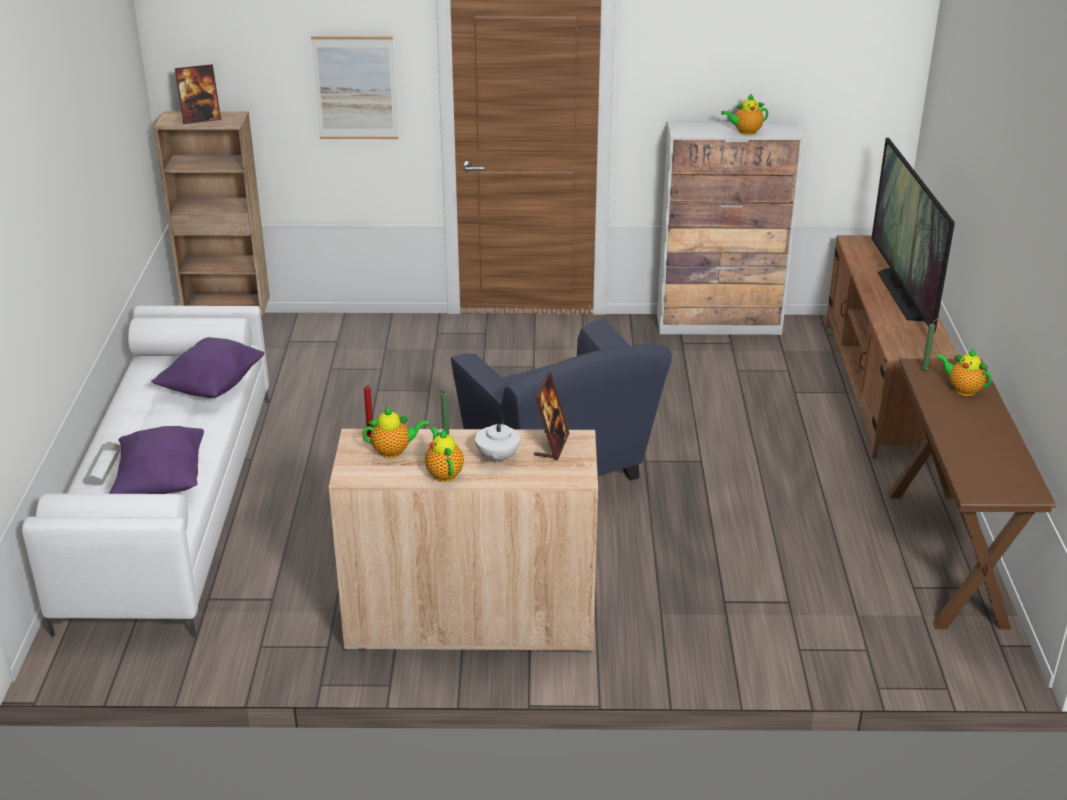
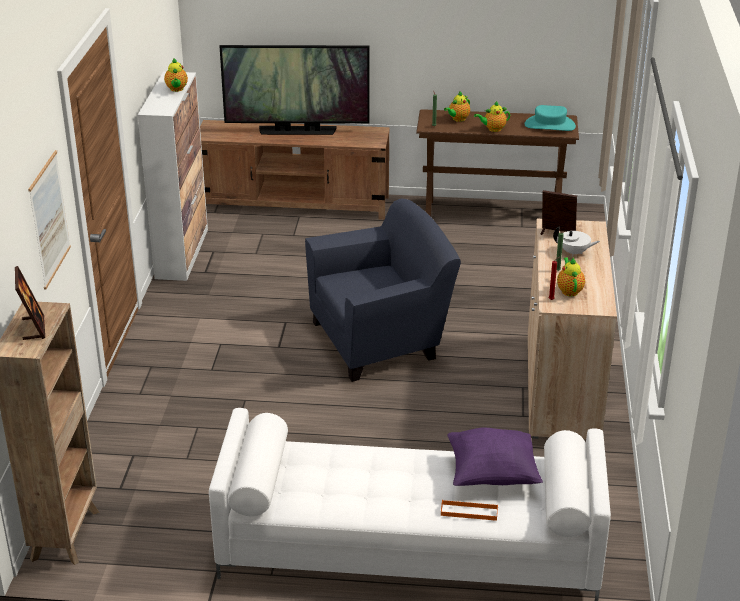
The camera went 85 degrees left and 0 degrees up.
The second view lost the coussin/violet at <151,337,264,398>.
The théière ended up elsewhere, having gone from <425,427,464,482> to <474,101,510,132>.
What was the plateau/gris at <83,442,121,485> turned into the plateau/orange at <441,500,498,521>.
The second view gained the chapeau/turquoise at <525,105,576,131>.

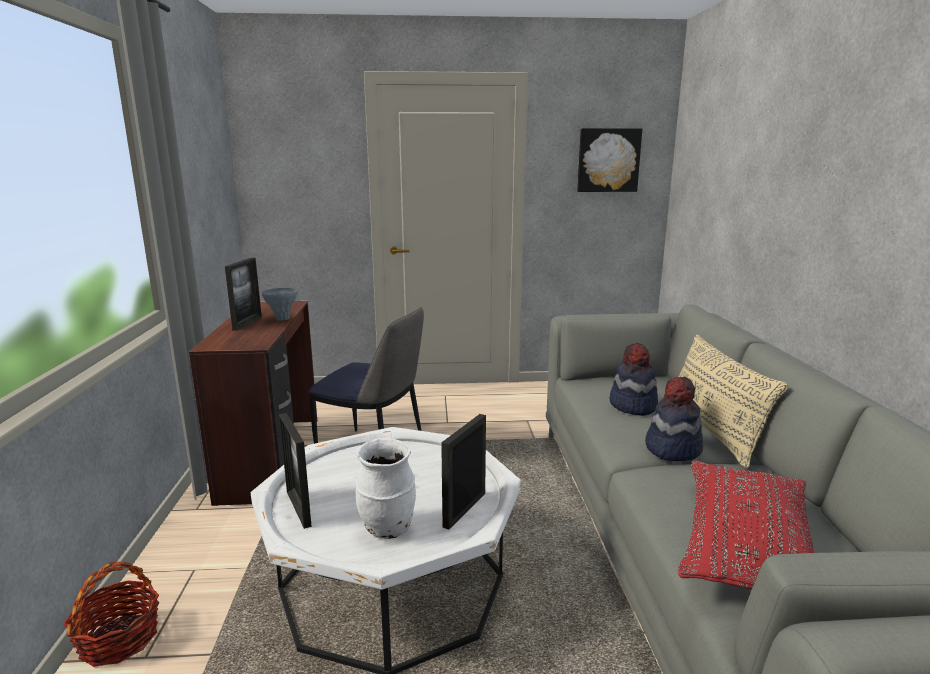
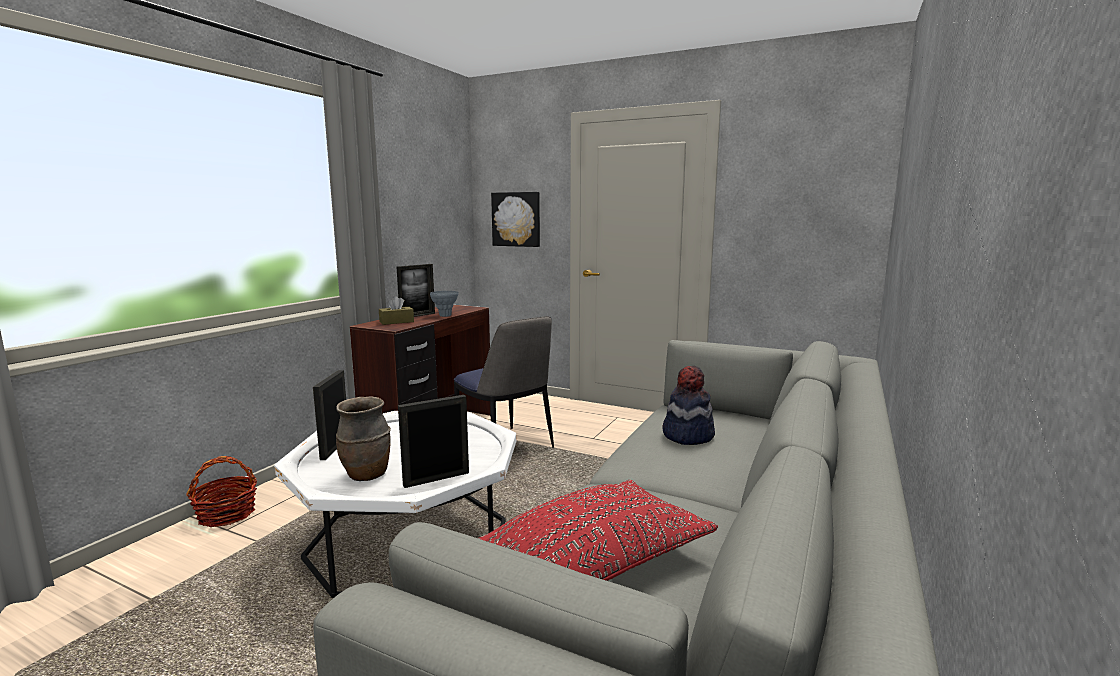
The camera went 30 degrees right and 5 degrees down.
The tableau ended up elsewhere, having gone from <577,128,642,192> to <491,192,540,247>.
The second view lost the coussin/beige at <679,334,788,468>.
The second view lost the chapeau at <645,377,703,461>.
What was the vase/blanc at <356,438,416,539> turned into the vase/marron at <336,396,391,481>.
The second view gained the boîte à mouchoirs/marron at <379,296,414,325>.

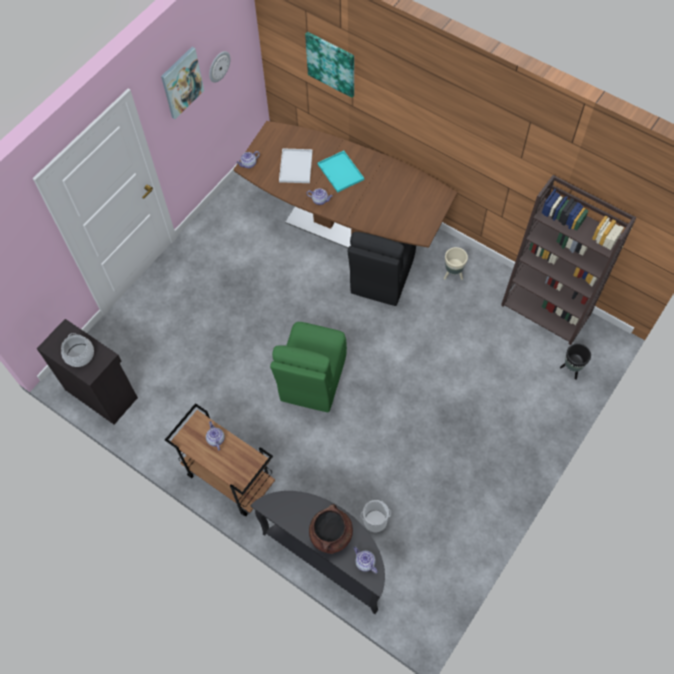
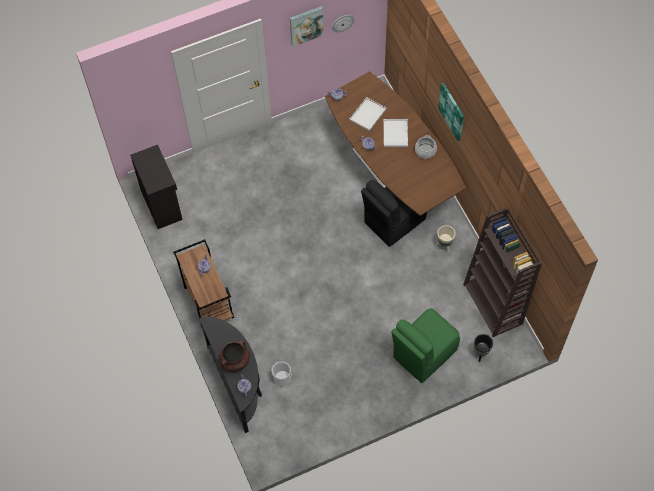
The camera went 30 degrees right and 0 degrees up.
The tableau ended up elsewhere, having gone from <305,32,354,98> to <438,83,464,141>.
What was the plateau/turquoise at <318,151,364,193> turned into the plateau/blanc at <384,119,408,147>.
The chaise/vert ended up elsewhere, having gone from <270,322,347,412> to <391,308,460,383>.
The marmite ended up elsewhere, having gone from <61,333,94,367> to <415,135,437,159>.

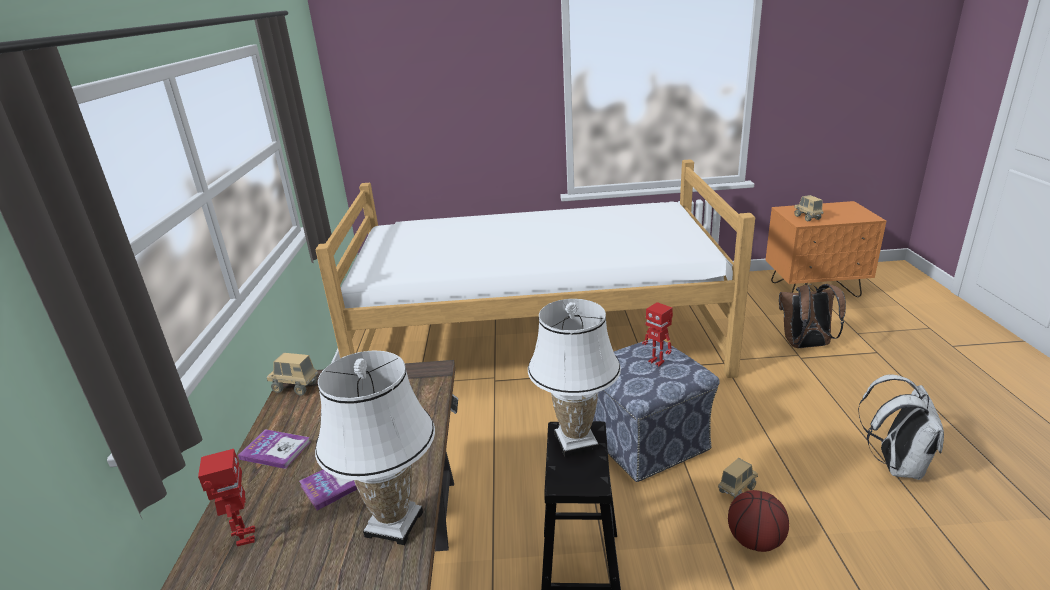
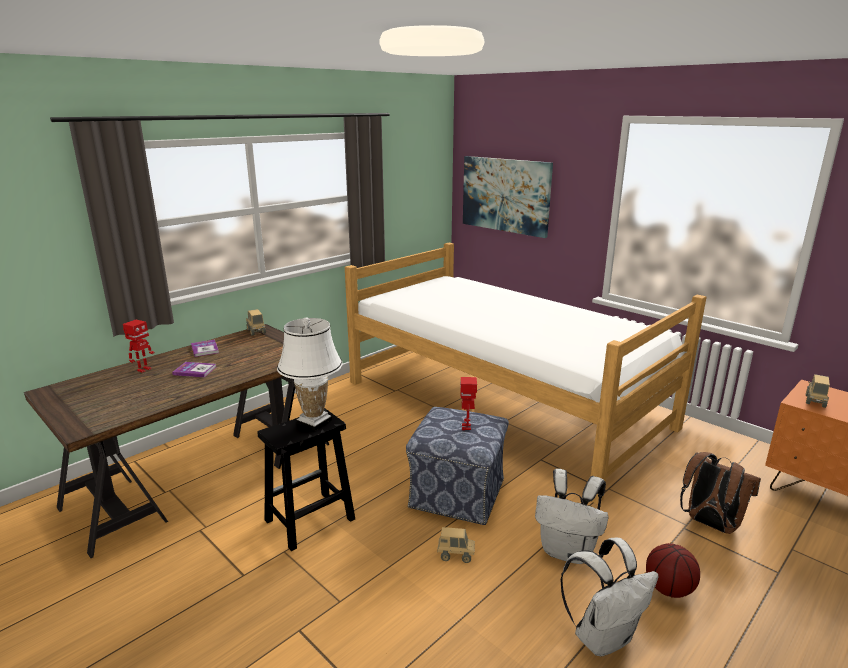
The camera went 45 degrees right and 5 degrees down.
The second view lost the lampe de table/blanc at <315,351,435,545>.
The ballon de basket ended up elsewhere, having gone from <728,490,789,552> to <646,543,700,598>.
The second view gained the tableau at <463,156,553,238>.
The second view gained the sac à dos/blanc at <535,469,609,564>.

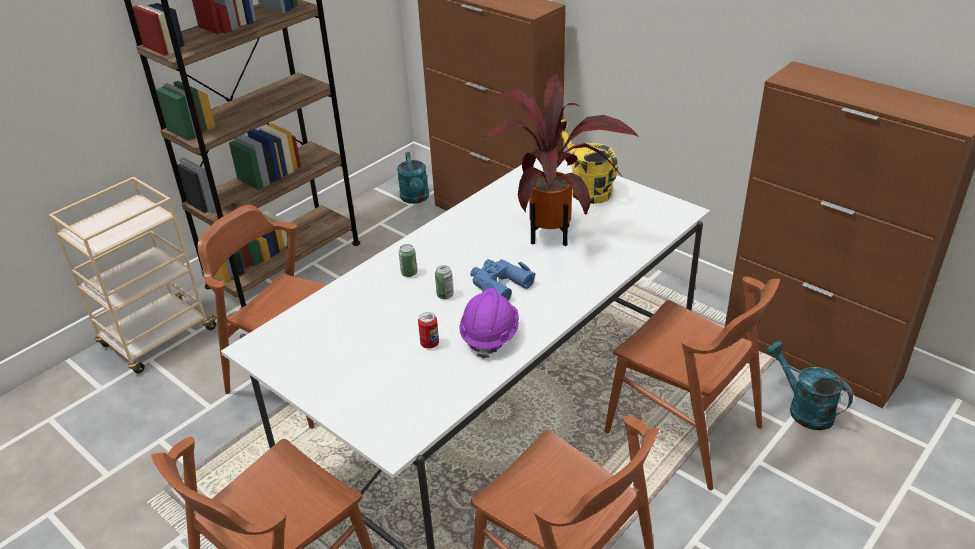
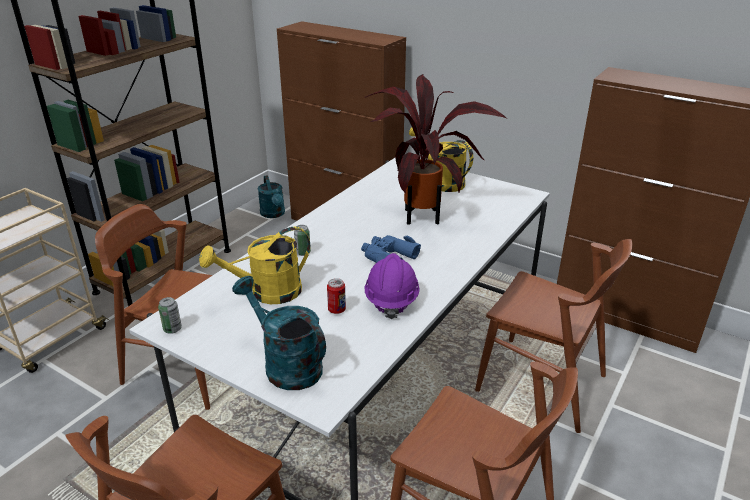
The camera went 10 degrees left and 5 degrees down.
The boîte métallique ended up elsewhere, having gone from <435,265,454,299> to <158,297,182,334>.
The arrosoir/turquoise ended up elsewhere, having gone from <766,341,853,430> to <232,276,326,390>.
The second view gained the arrosoir/jaune at <199,227,310,304>.

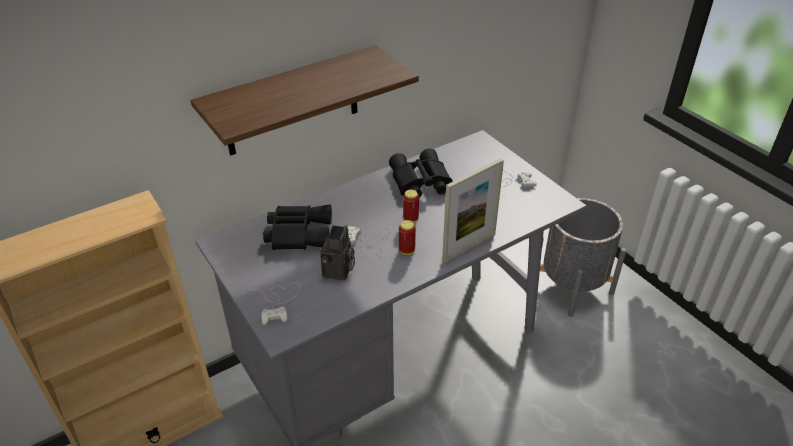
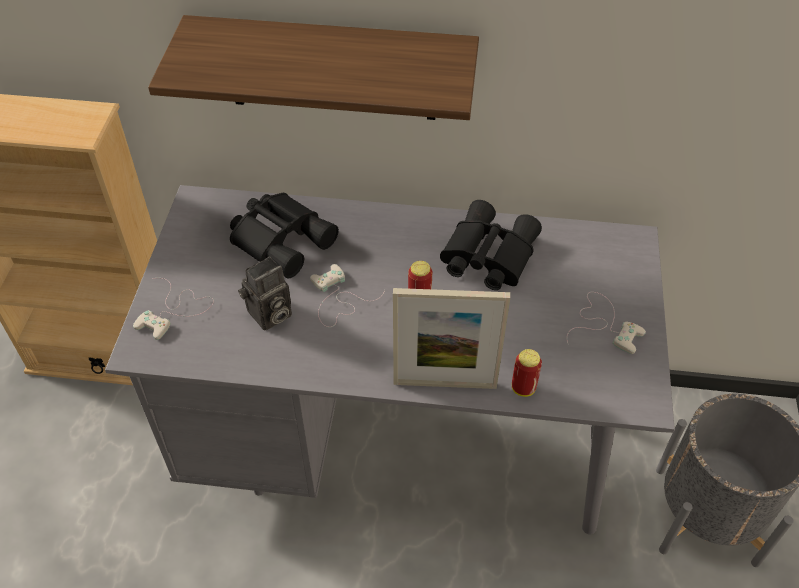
The camera went 40 degrees right and 10 degrees up.
The boîte métallique ended up elsewhere, having gone from <399,220,416,255> to <512,349,542,397>.

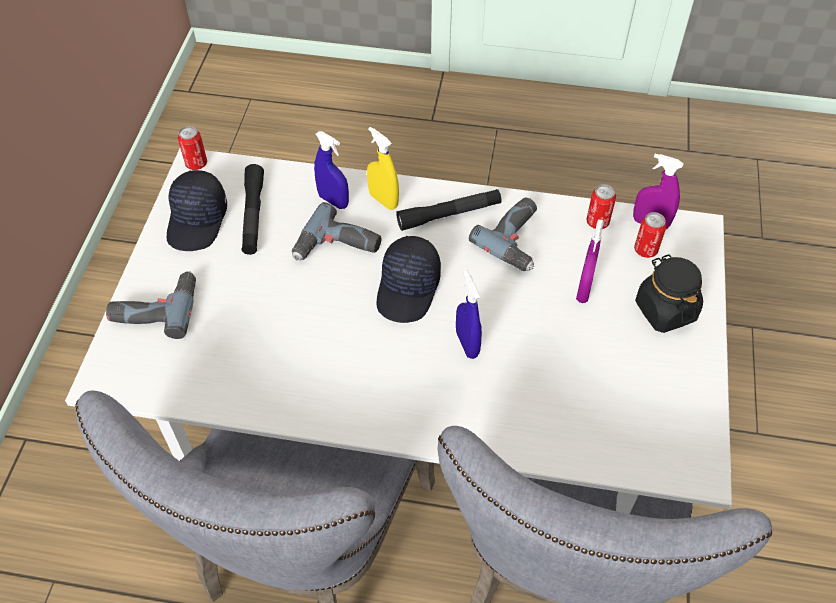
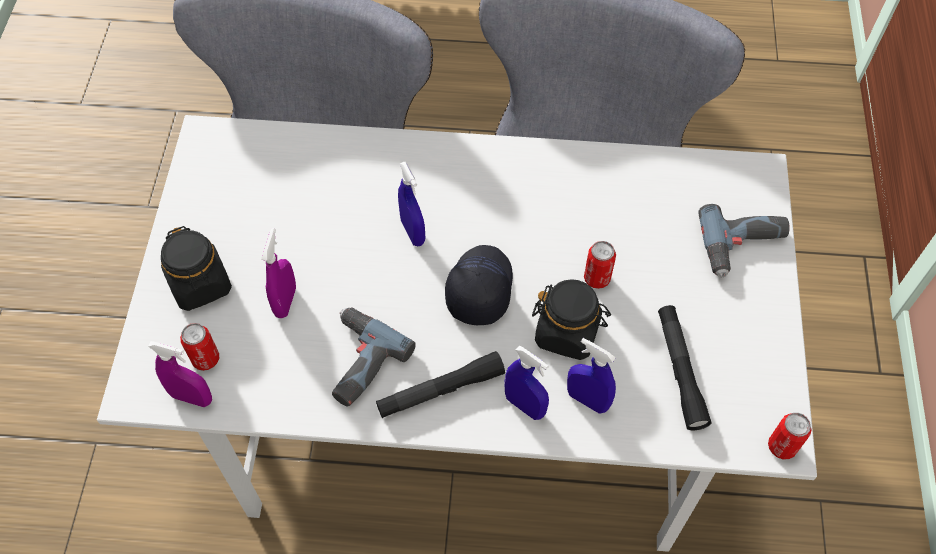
The camera went 175 degrees right and 5 degrees up.
What was the vaporisateur/jaune at <367,127,399,210> turned into the vaporisateur/bleu at <504,346,549,420>.
The second view lost the casquette/noir at <167,170,227,251>.
The boîte métallique ended up elsewhere, having gone from <586,184,616,229> to <584,241,616,289>.
Where the perceuse stood at <292,202,382,261>, the bocal/noir came to stand at <532,279,611,360>.

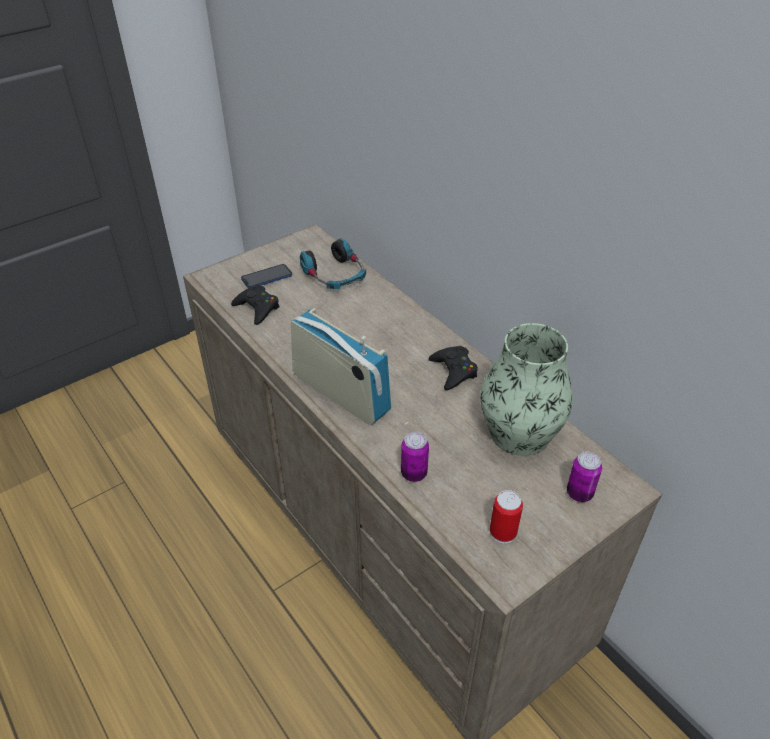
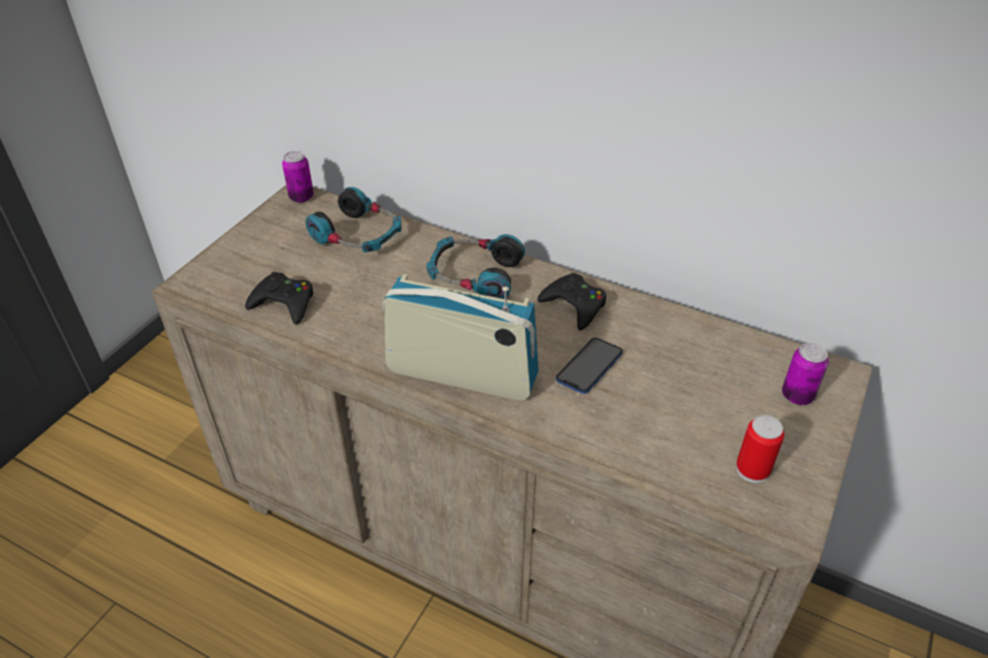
The camera went 25 degrees left and 0 degrees up.
The téléphone ended up elsewhere, having gone from <241,264,292,288> to <556,338,623,394>.
The second view lost the vase at <480,323,573,456>.
The boîte métallique ended up elsewhere, having gone from <401,432,429,482> to <282,151,314,203>.
The second view gained the casque audio at <426,234,525,299>.

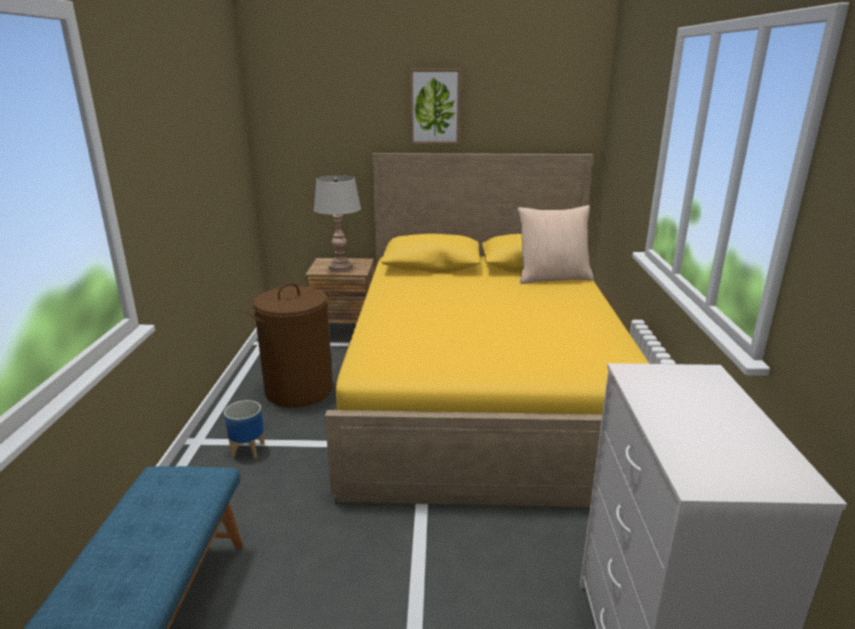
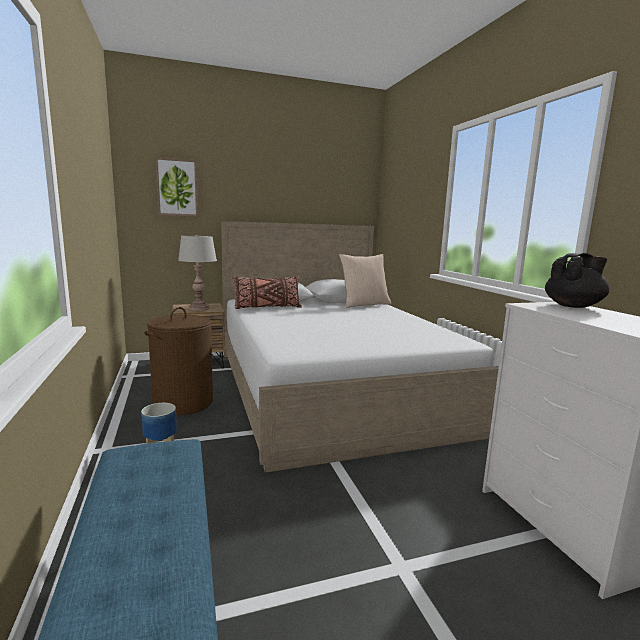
The camera went 20 degrees left and 10 degrees down.
The tableau ended up elsewhere, having gone from <410,69,461,144> to <155,157,198,217>.
What was the lit/jaune at <325,153,650,507> turned into the lit/blanc at <221,221,499,473>.
The second view gained the théière/noir at <545,253,610,308>.
The second view gained the coussin/marron at <232,276,302,309>.

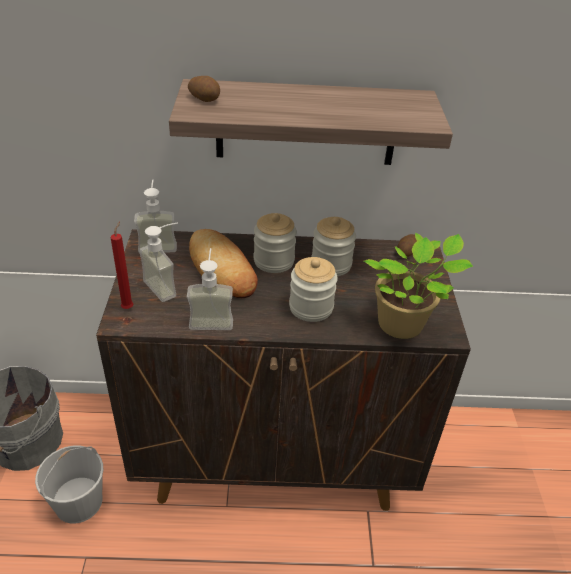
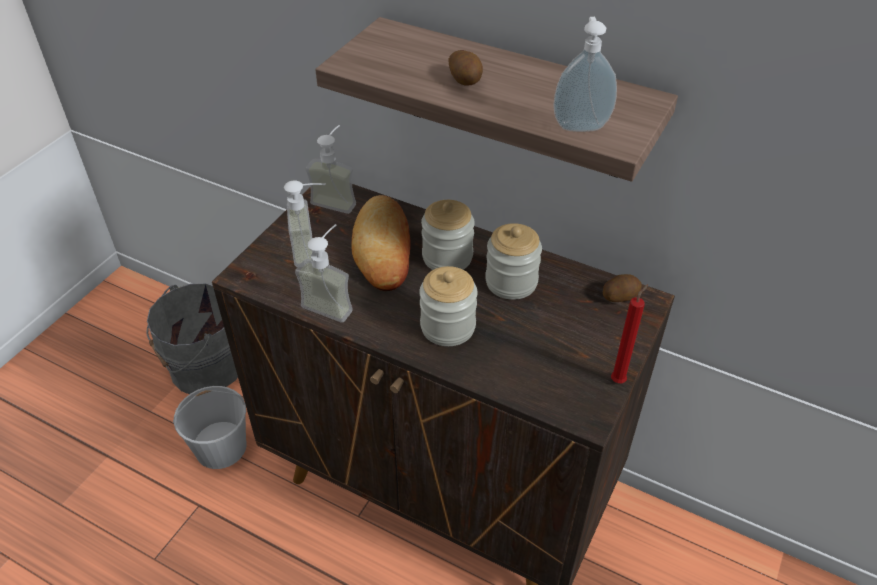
The camera went 30 degrees right and 5 degrees up.
The pomme de terre ended up elsewhere, having gone from <188,76,220,102> to <448,50,483,86>.
The bougie/rouge ended up elsewhere, having gone from <111,221,133,309> to <611,284,648,383>.
The second view lost the plante en pot at <364,233,473,339>.
The second view gained the distributeur de savon at <553,17,617,132>.

